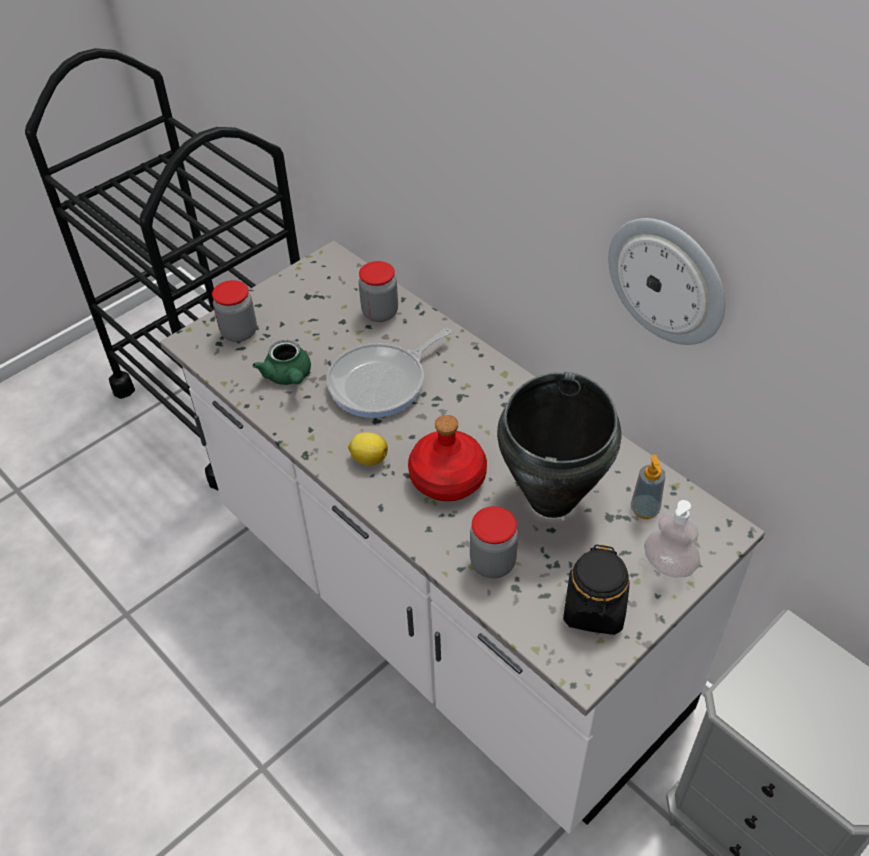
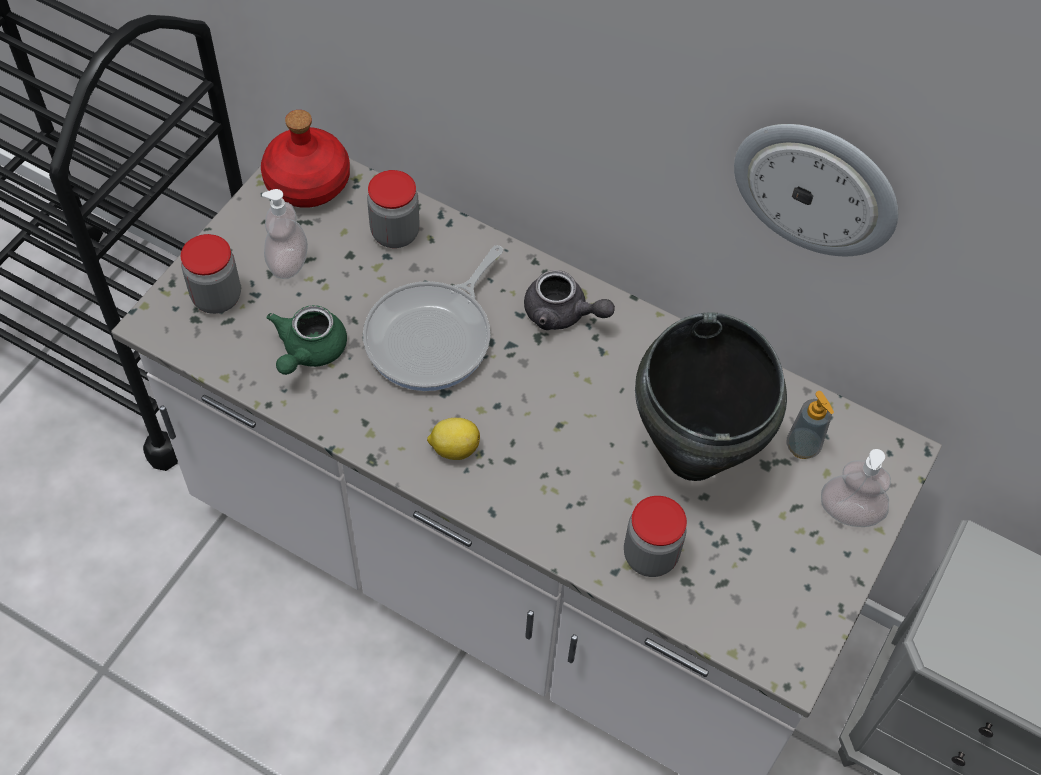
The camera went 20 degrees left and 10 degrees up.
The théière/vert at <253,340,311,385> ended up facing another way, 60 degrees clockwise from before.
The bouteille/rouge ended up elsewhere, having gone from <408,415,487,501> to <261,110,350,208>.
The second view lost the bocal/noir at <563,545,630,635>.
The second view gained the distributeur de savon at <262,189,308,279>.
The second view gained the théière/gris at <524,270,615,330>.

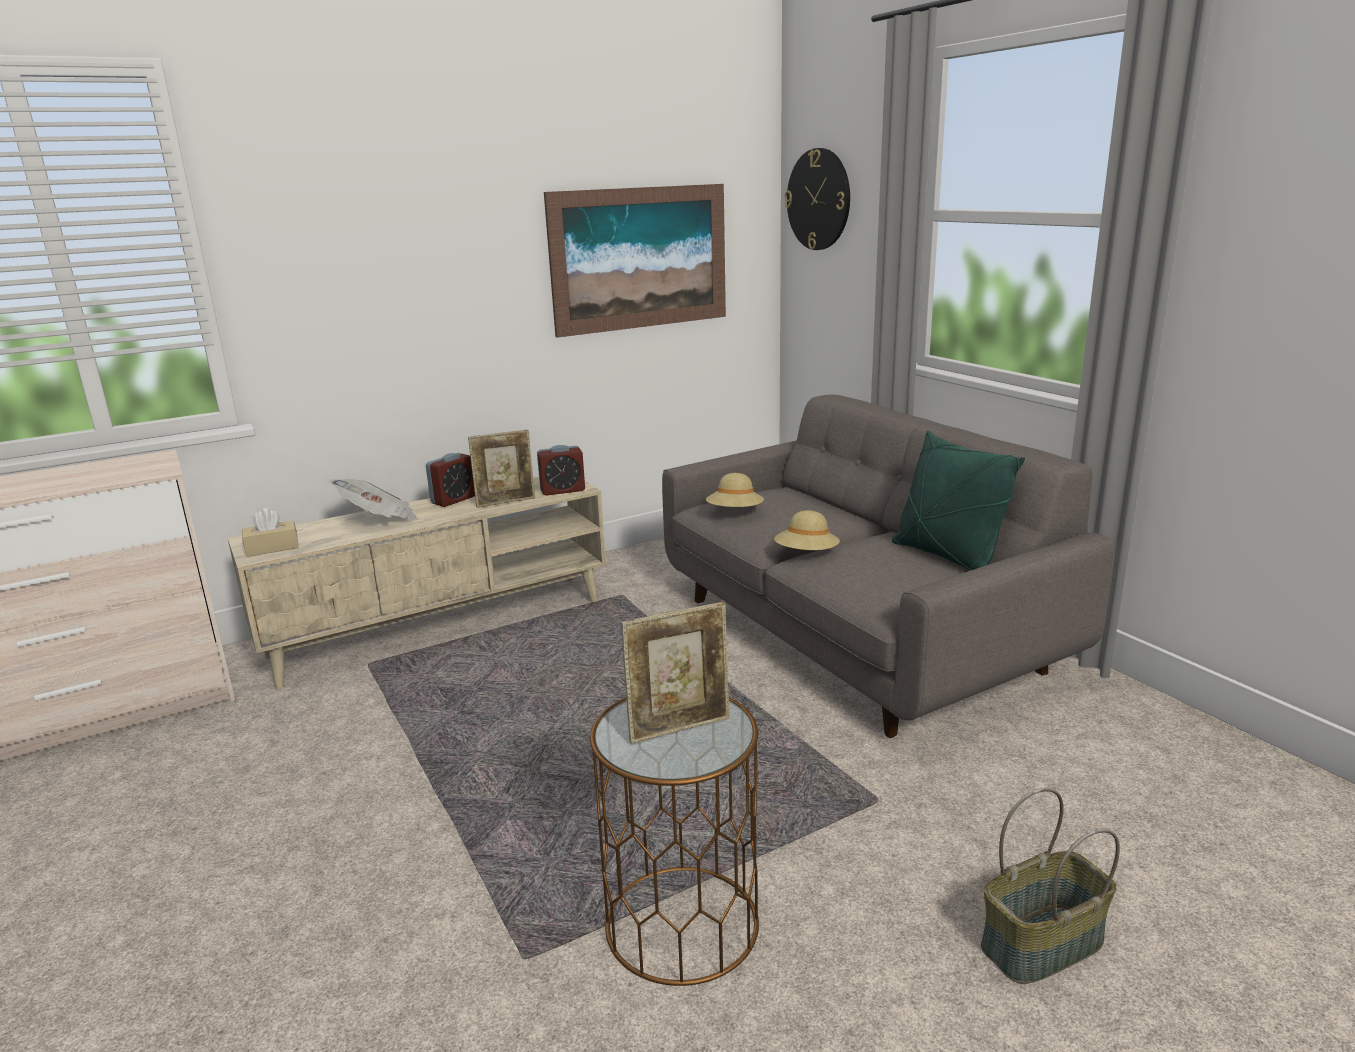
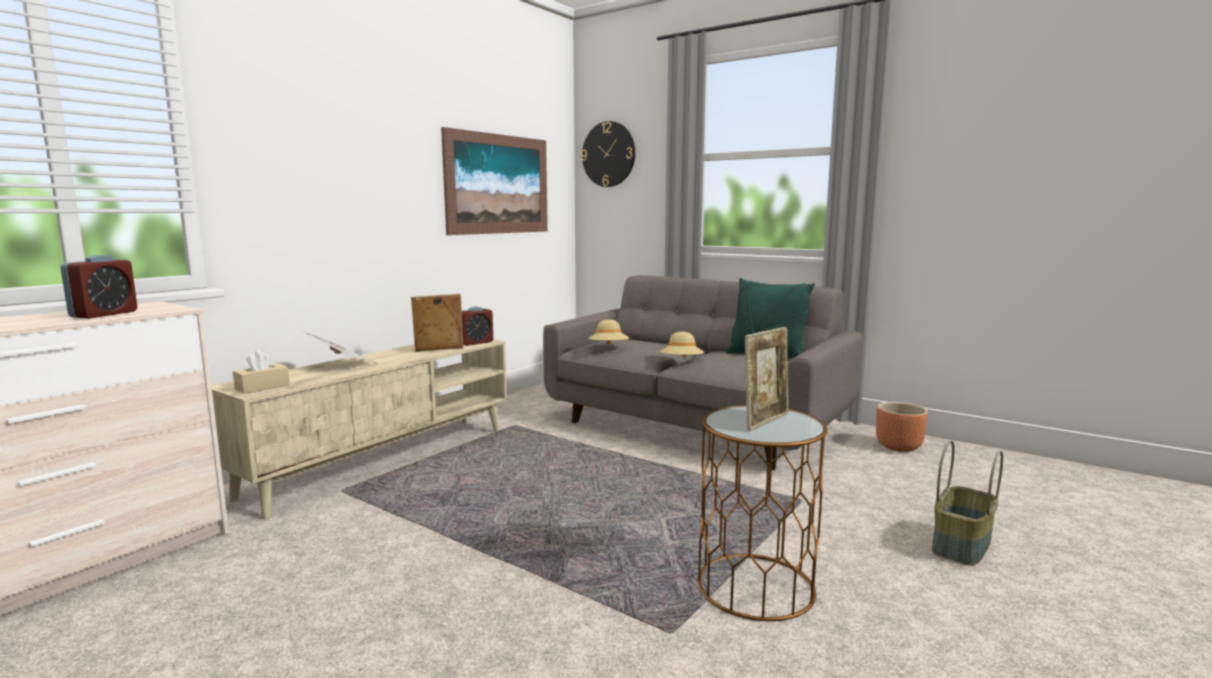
The camera went 25 degrees left and 10 degrees down.
The cadre photo at <468,430,535,508> ended up facing another way, 150 degrees counterclockwise from before.
The réveil ended up elsewhere, having gone from <426,453,475,507> to <60,255,137,318>.
The second view gained the cache-pot/marron at <876,402,928,452>.

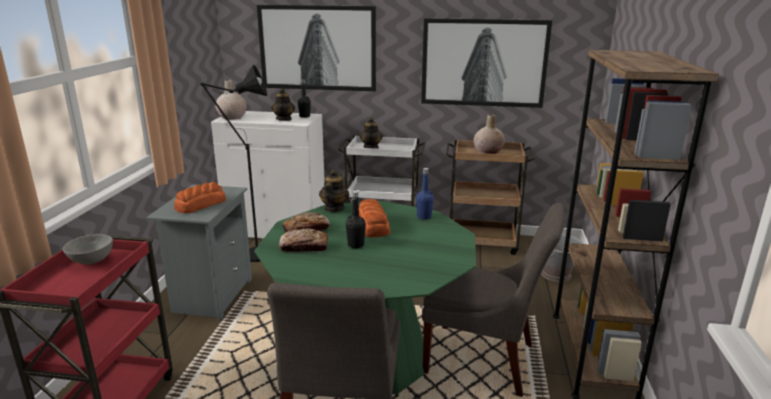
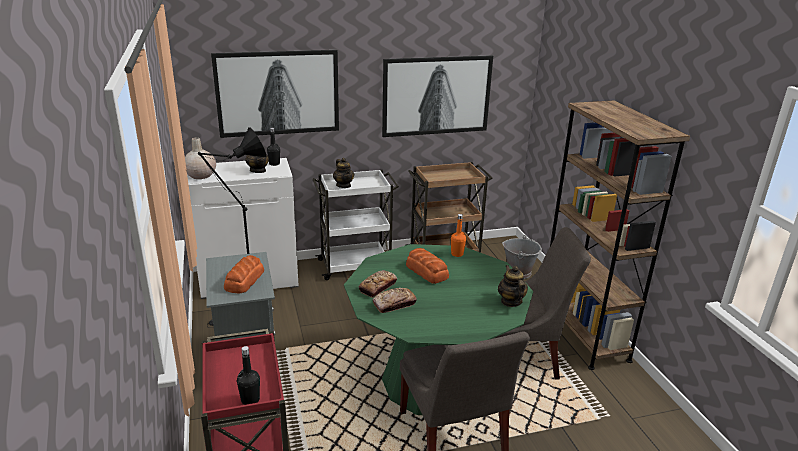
The camera went 25 degrees left and 5 degrees up.
The second view lost the vase/beige at <473,114,505,154>.
What was the bouteille/bleu at <416,168,434,220> turned into the bouteille/orange at <451,214,466,257>.
The théière ended up elsewhere, having gone from <319,170,349,212> to <498,265,528,307>.
The bouteille/noir ended up elsewhere, having gone from <346,191,366,248> to <237,346,260,405>.
The second view lost the bol/gris at <63,234,113,264>.

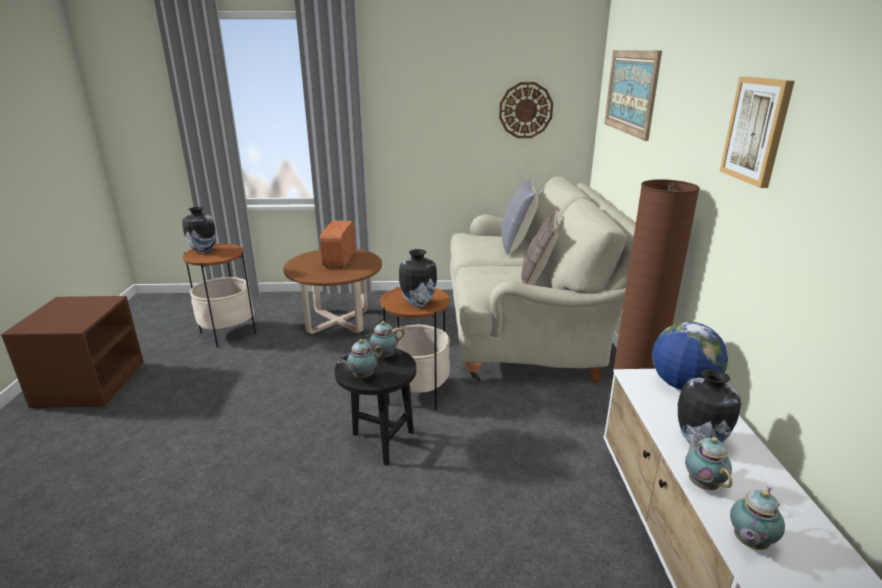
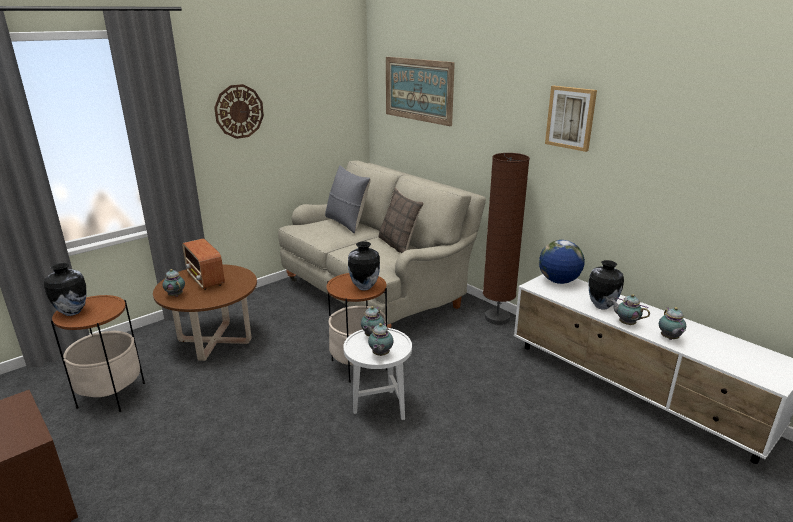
The camera went 40 degrees left and 0 degrees up.
The horloge murale ended up elsewhere, having gone from <499,82,553,138> to <214,84,264,139>.
What was the table d'appoint/noir at <334,349,416,466> turned into the table d'appoint/blanc at <343,328,412,420>.
The second view gained the théière at <162,269,185,297>.

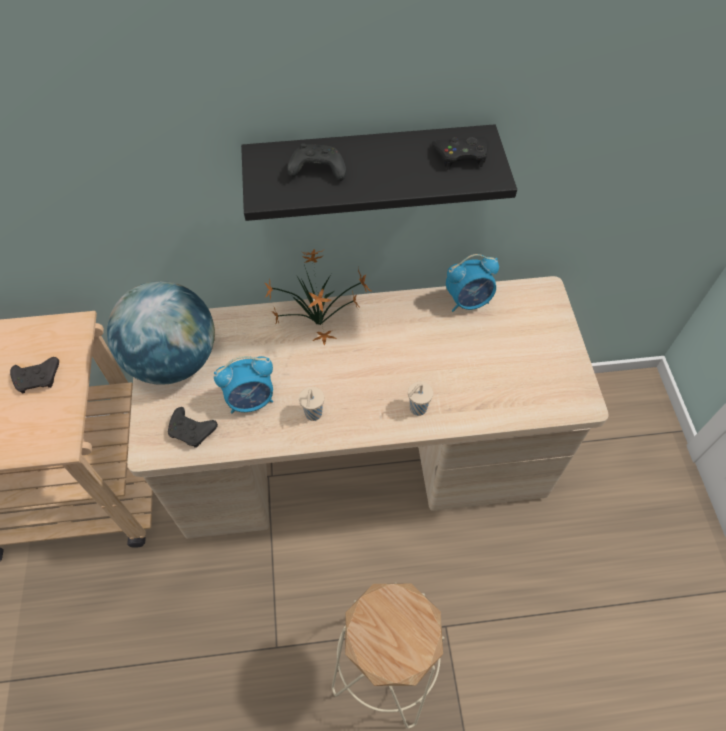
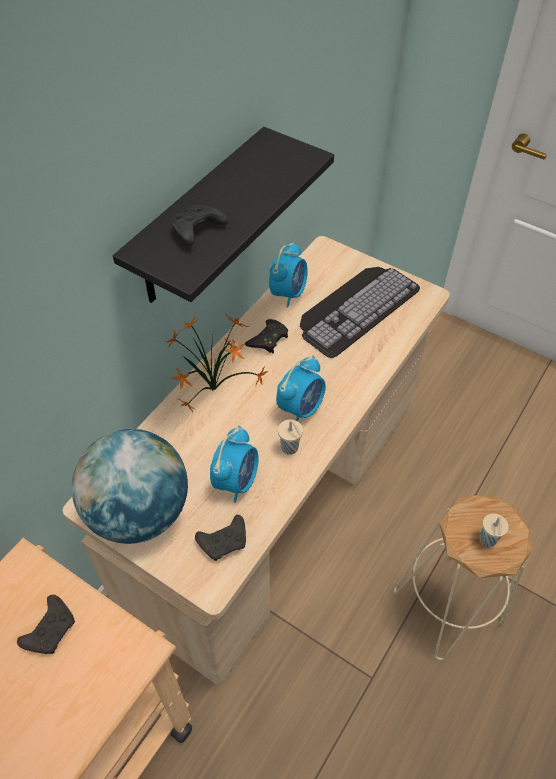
The camera went 50 degrees left and 5 degrees down.
The manette/noir ended up elsewhere, having gone from <432,137,488,169> to <245,319,288,353>.
The tasse/beige ended up elsewhere, having gone from <408,381,433,416> to <479,513,509,547>.
The second view gained the clavier at <300,267,420,358>.
The second view gained the réveil at <276,356,326,421>.

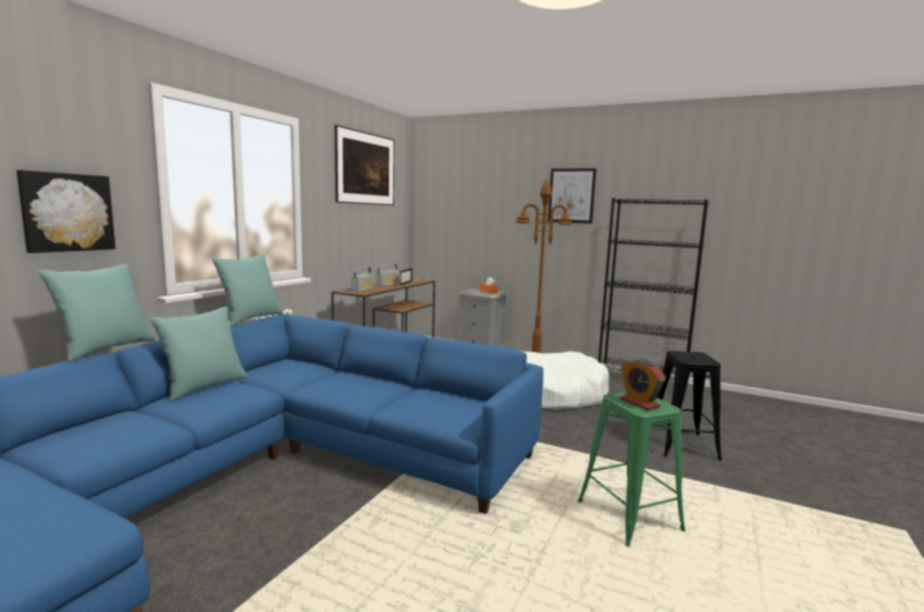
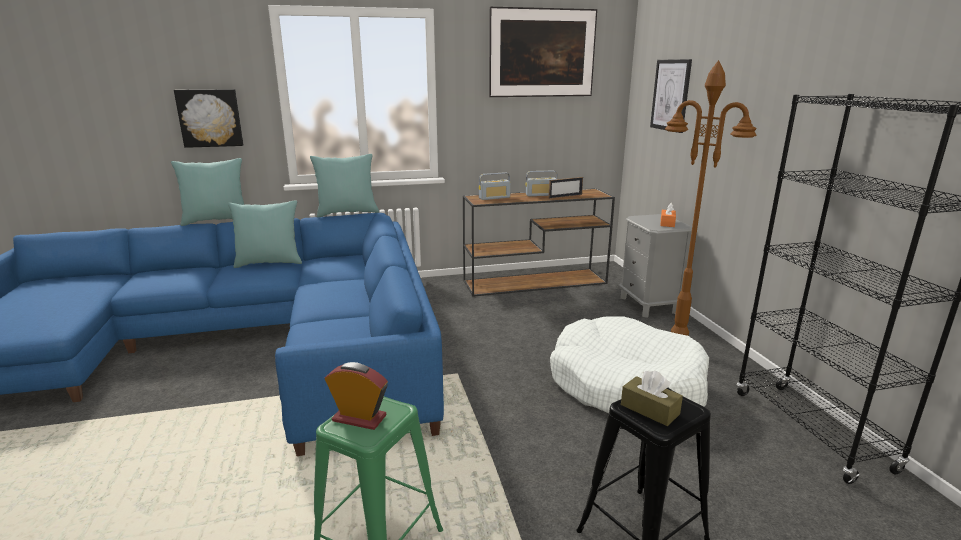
The camera went 50 degrees right and 10 degrees up.
The tableau ended up elsewhere, having gone from <548,168,596,224> to <650,59,692,133>.
The réveil at <620,359,666,411> ended up facing another way, 90 degrees clockwise from before.
The second view gained the boîte à mouchoirs/marron at <621,371,683,426>.

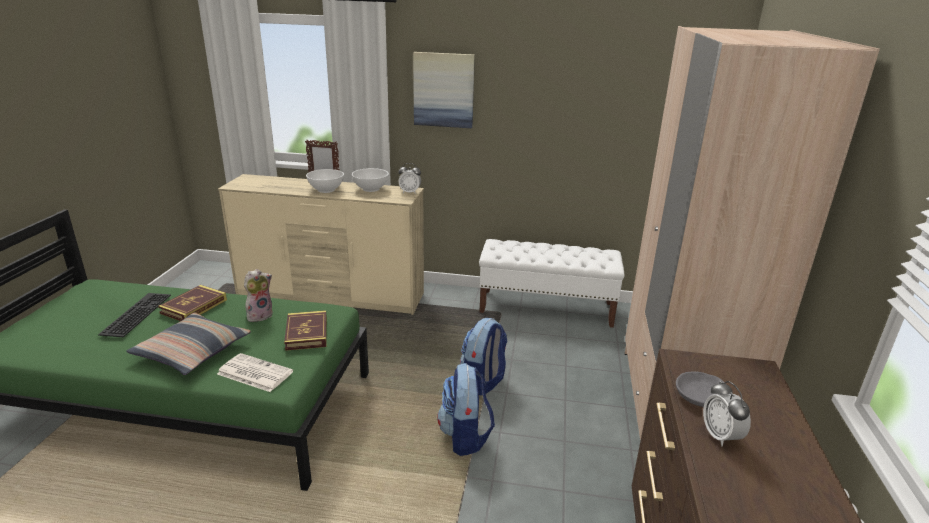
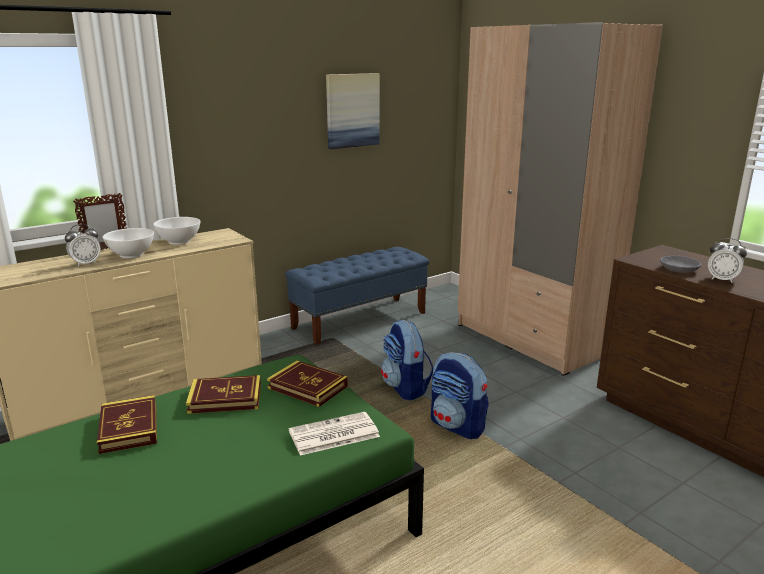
The camera went 45 degrees left and 5 degrees down.
The tableau ended up elsewhere, having gone from <413,52,475,128> to <326,73,380,149>.
The réveil ended up elsewhere, having gone from <398,163,421,194> to <65,224,100,267>.
What was the banc/blanc at <479,239,625,328> turned into the banc/bleu at <285,247,429,345>.
Where the peluche stood at <244,269,273,322>, the livre came to stand at <186,375,261,414>.
The second view lost the clavier at <98,293,171,337>.
The second view lost the coussin at <126,313,251,375>.

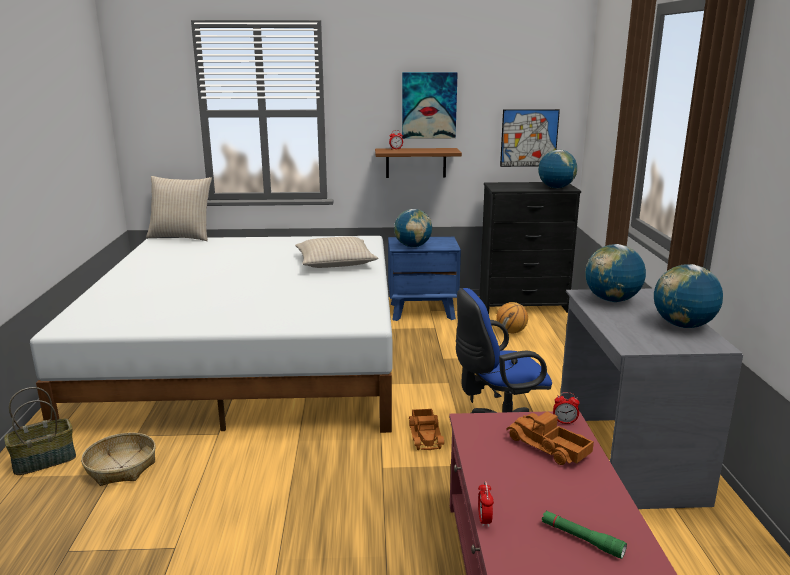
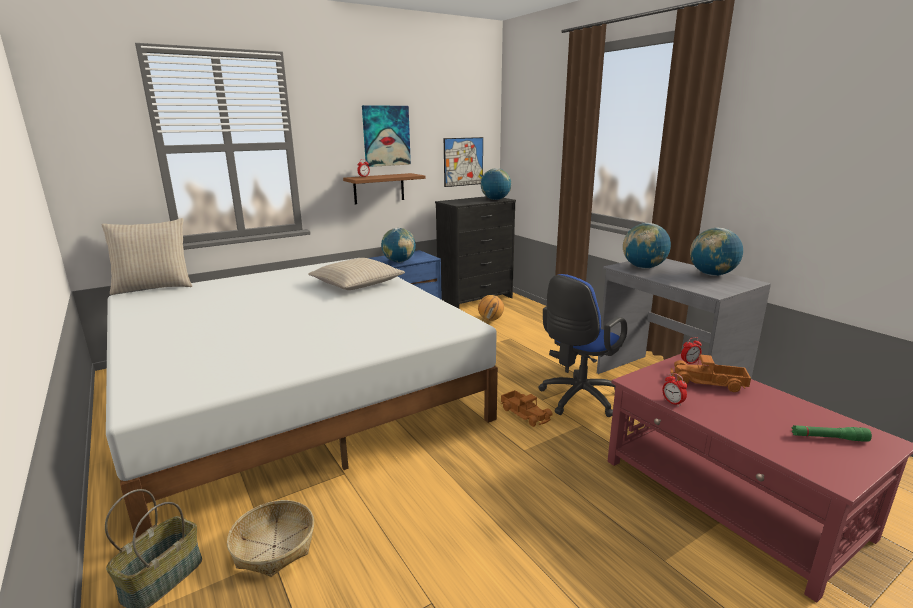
The camera went 30 degrees left and 0 degrees up.
The réveil ended up elsewhere, having gone from <478,481,494,527> to <663,373,687,407>.

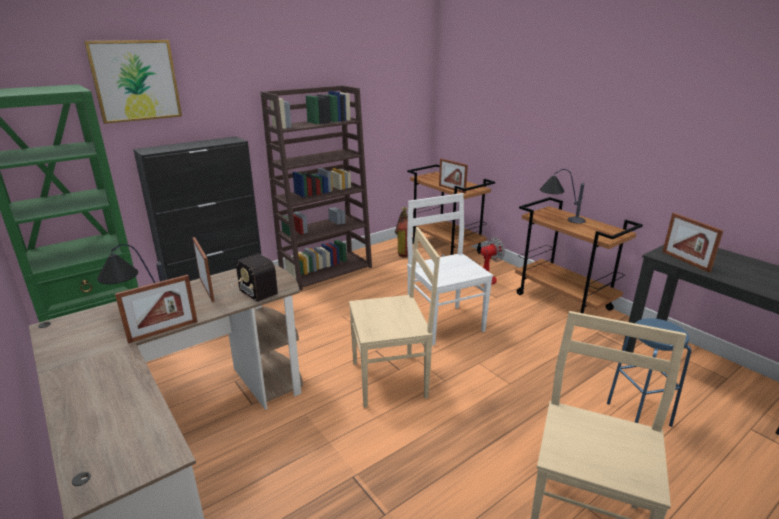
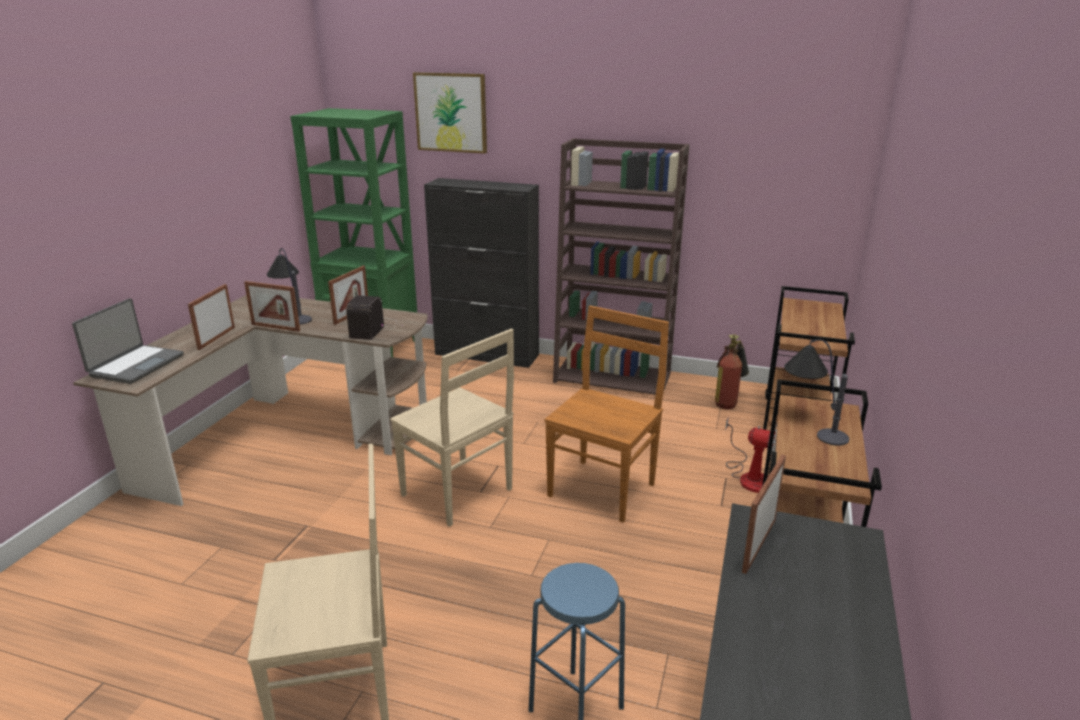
The camera went 55 degrees right and 0 degrees up.
The cadre photo ended up elsewhere, having gone from <439,158,468,193> to <188,284,235,350>.
What was the chaise/blanc at <407,193,493,346> turned into the chaise/marron at <544,306,669,523>.
The second view gained the ordinateur portable at <72,299,184,384>.

